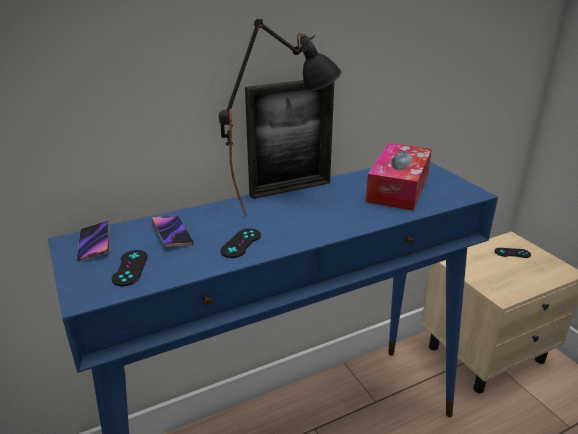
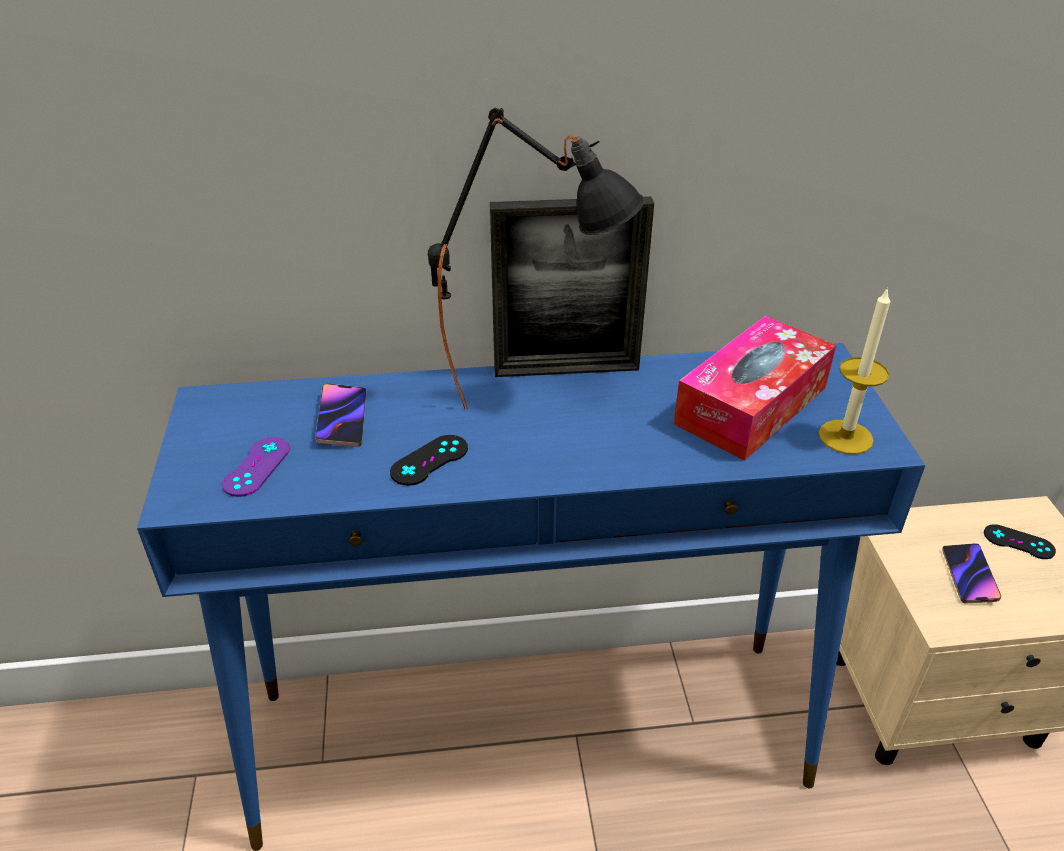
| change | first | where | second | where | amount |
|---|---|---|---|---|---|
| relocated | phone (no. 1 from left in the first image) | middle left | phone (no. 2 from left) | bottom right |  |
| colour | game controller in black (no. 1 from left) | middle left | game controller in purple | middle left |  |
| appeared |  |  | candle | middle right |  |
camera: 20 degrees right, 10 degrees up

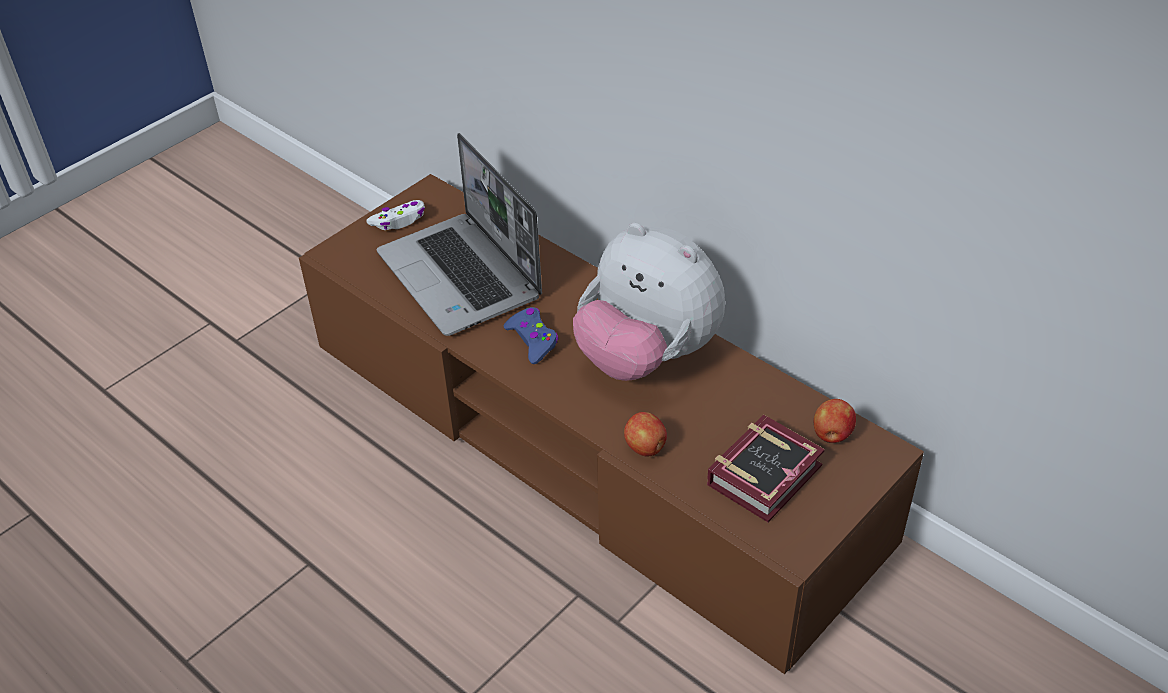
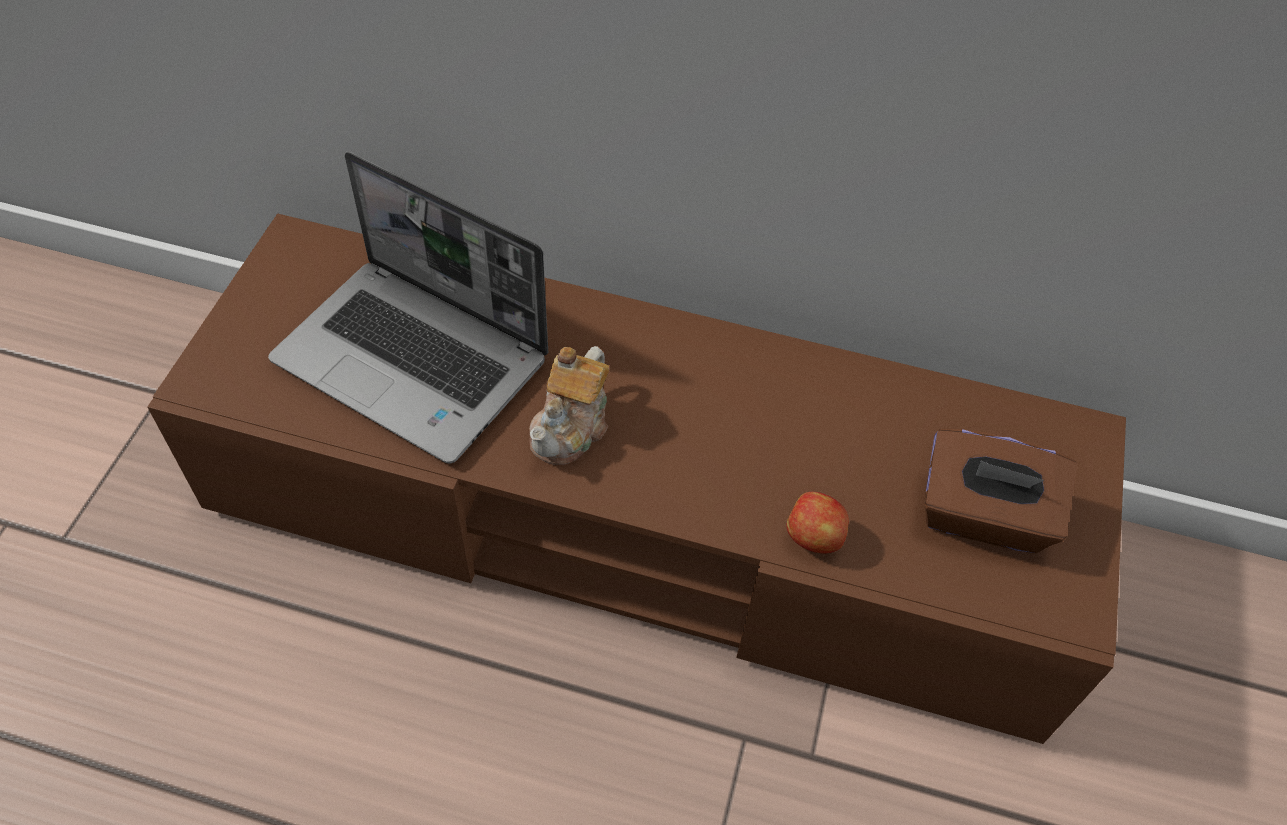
| change | first | where | second | where | amount |
|---|---|---|---|---|---|
| missing | game controller in white | top centre |  |  |  |
| exchanged | game controller in blue | centre | teapot | centre |  |
| missing | plush toy | centre |  |  |  |
| exchanged | book | bottom centre | tissue box in brown | middle right |  |
| missing | apple (no. 2 from left) | middle right |  |  |  |
camera: 30 degrees left, 10 degrees up

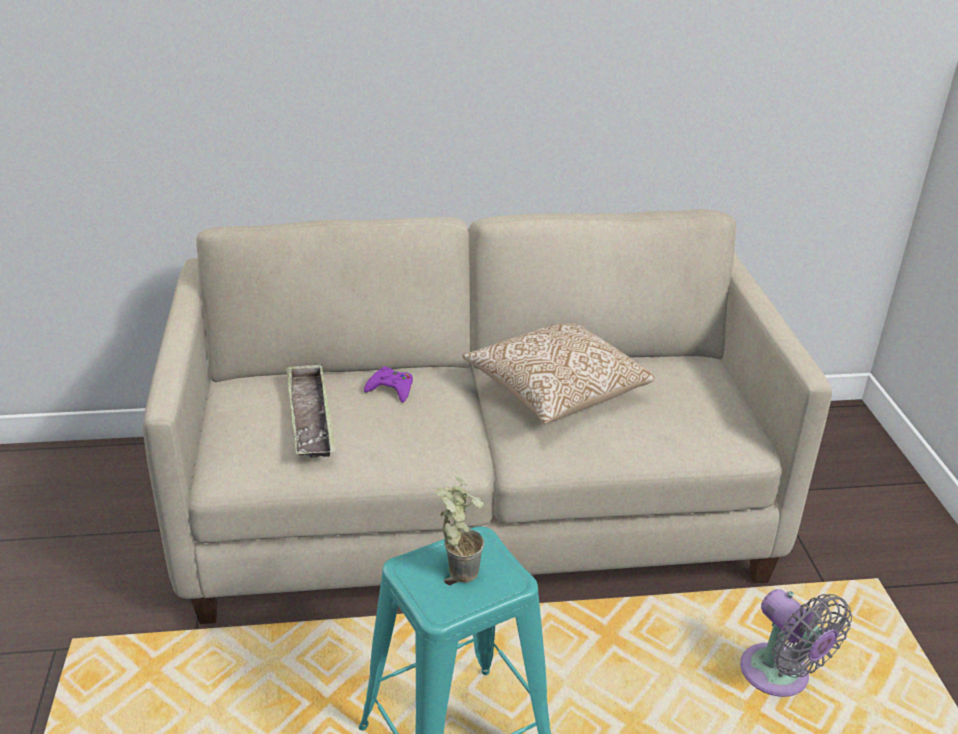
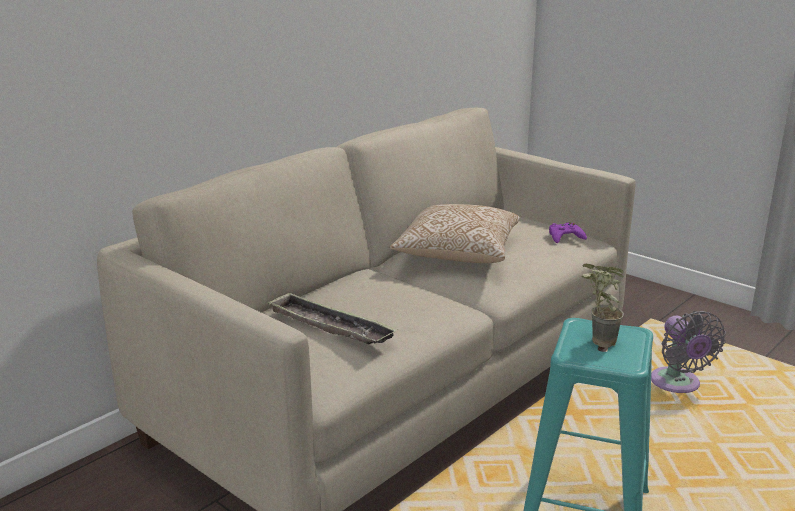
| change | first | where | second | where | amount |
|---|---|---|---|---|---|
| relocated | game controller in purple | centre |  | middle right |  |
| spun | fan in grey | bottom right |  | bottom right | 60 degrees clockwise |
camera: 40 degrees left, 10 degrees down

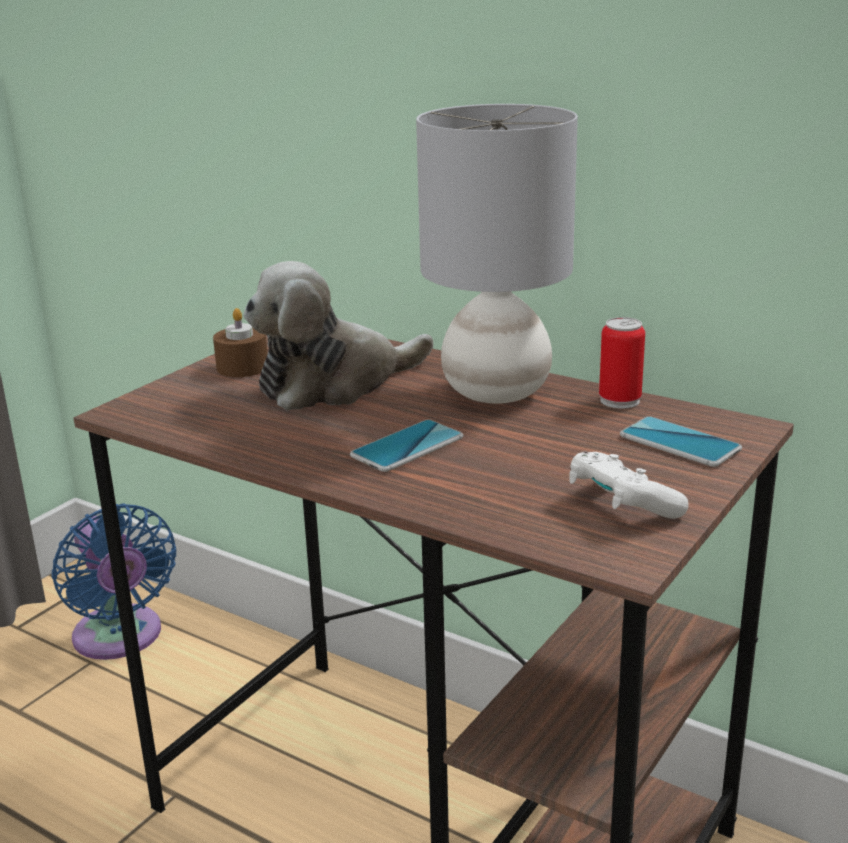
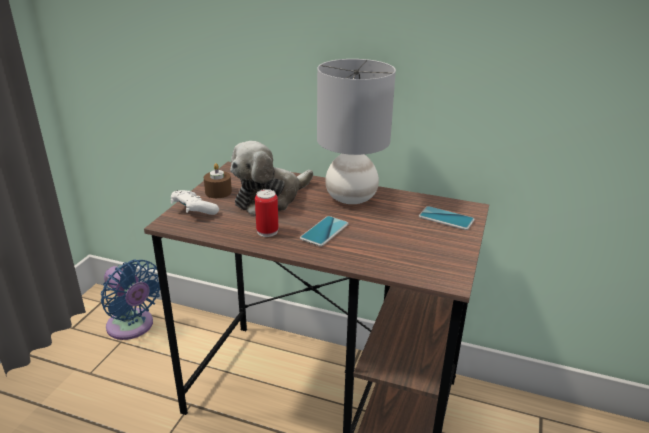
| change | first | where | second | where | amount |
|---|---|---|---|---|---|
| relocated | game controller in white | middle right |  | middle left |  |
| relocated | can | middle right |  | centre |  |
camera: 15 degrees left, 5 degrees up

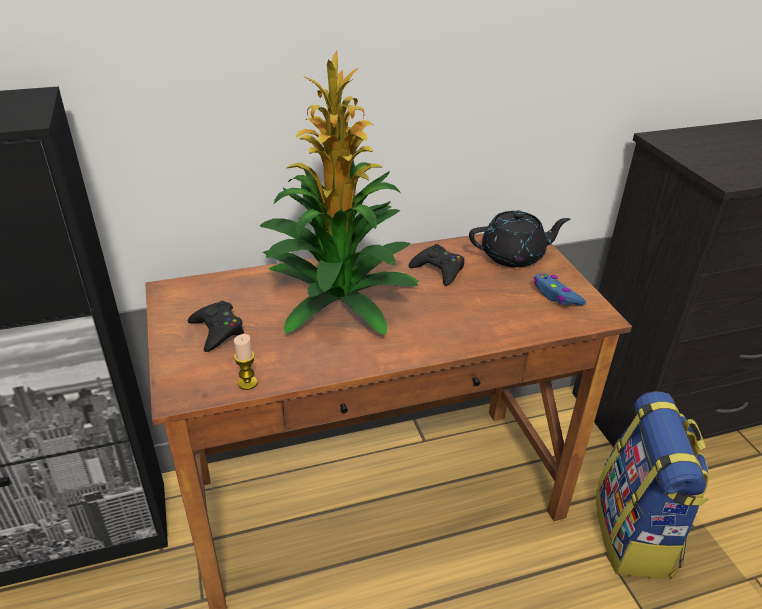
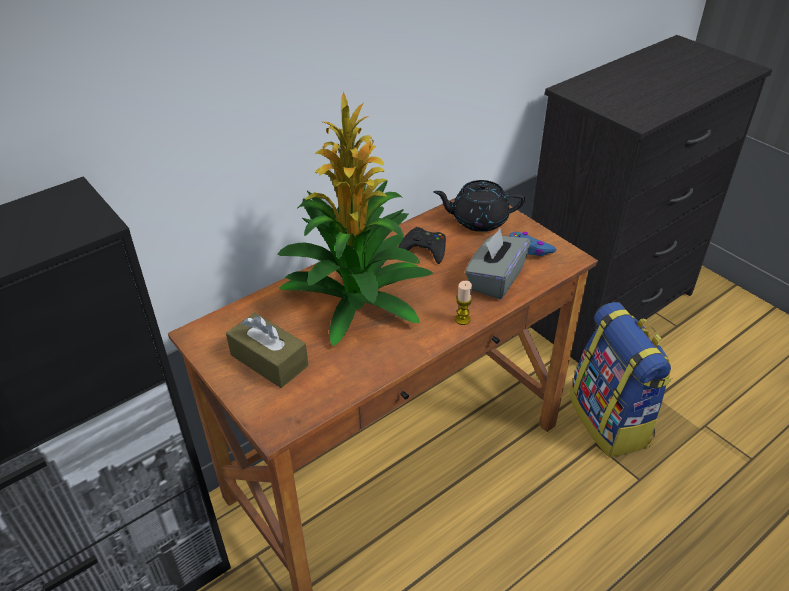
| change | first | where | second | where | amount |
|---|---|---|---|---|---|
| exchanged | game controller in black (no. 1 from left) | middle left | tissue box in brown | centre |  |
| relocated | candle | middle left |  | centre |  |
| spun | teapot in black | middle right |  | centre | 150 degrees counterclockwise |
| appeared |  |  | tissue box in grey | centre |  |
camera: 20 degrees left, 5 degrees up

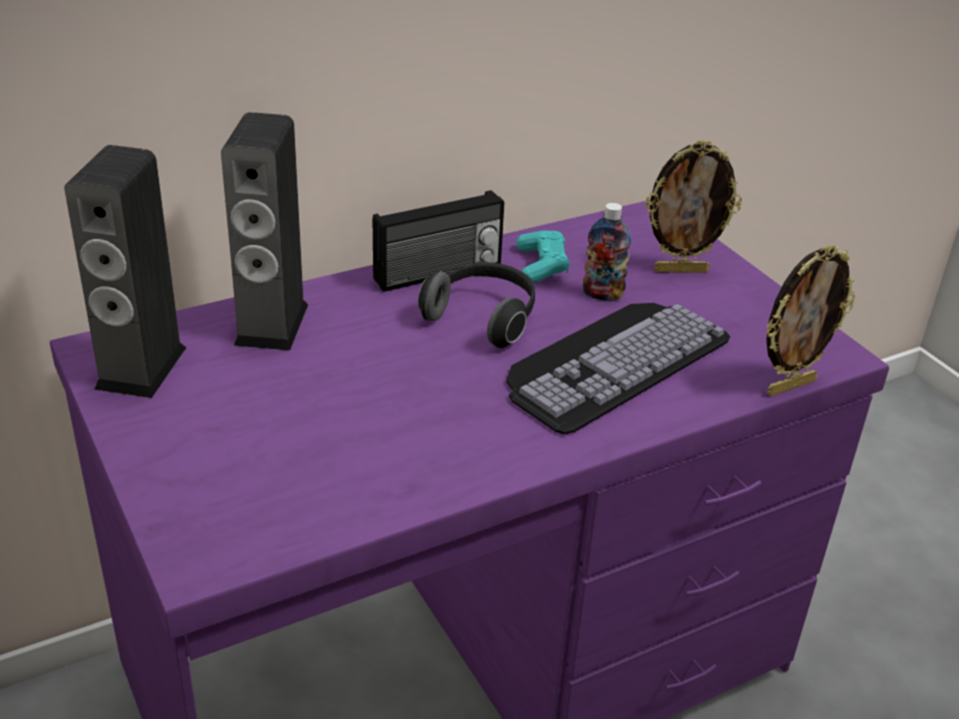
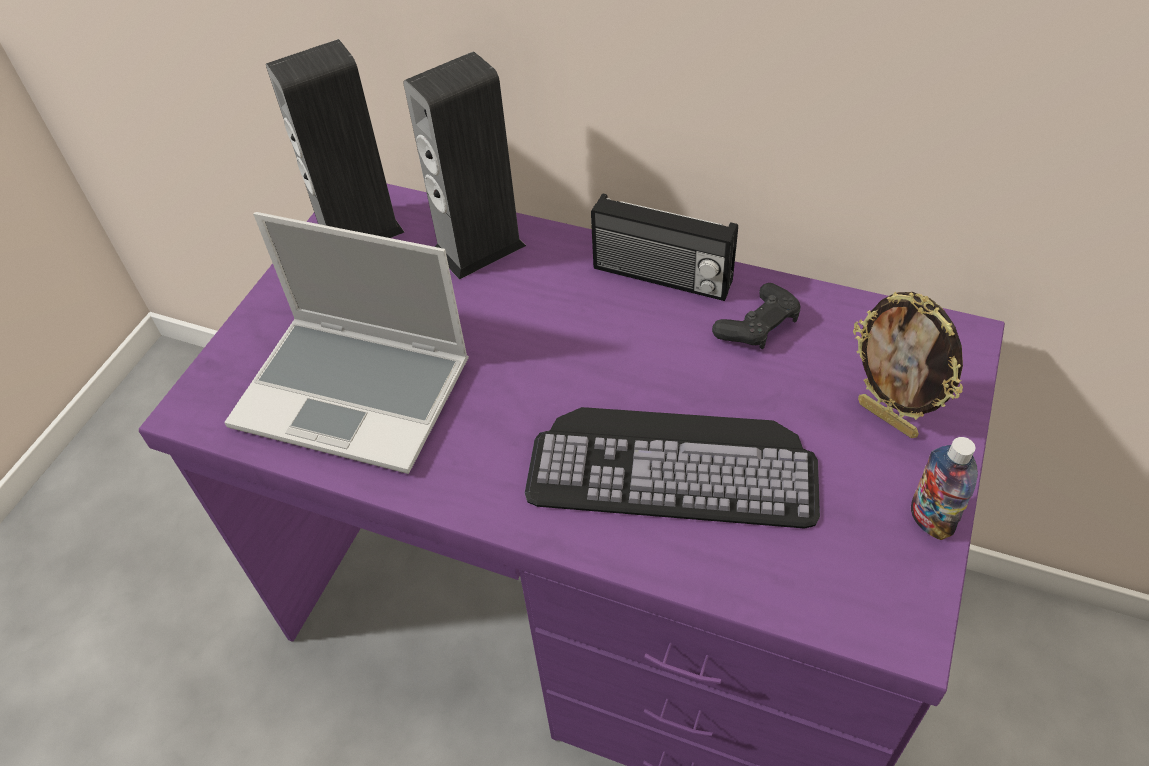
| change | first | where | second | where | amount |
|---|---|---|---|---|---|
| missing | headphones | centre |  |  |  |
| colour | game controller in turquoise | centre | game controller in black | centre |  |
| relocated | bottle | centre |  | middle right |  |
| missing | picture frame (no. 2 from left) | middle right |  |  |  |
| appeared |  |  | laptop | middle left |  |
camera: 55 degrees right, 15 degrees up

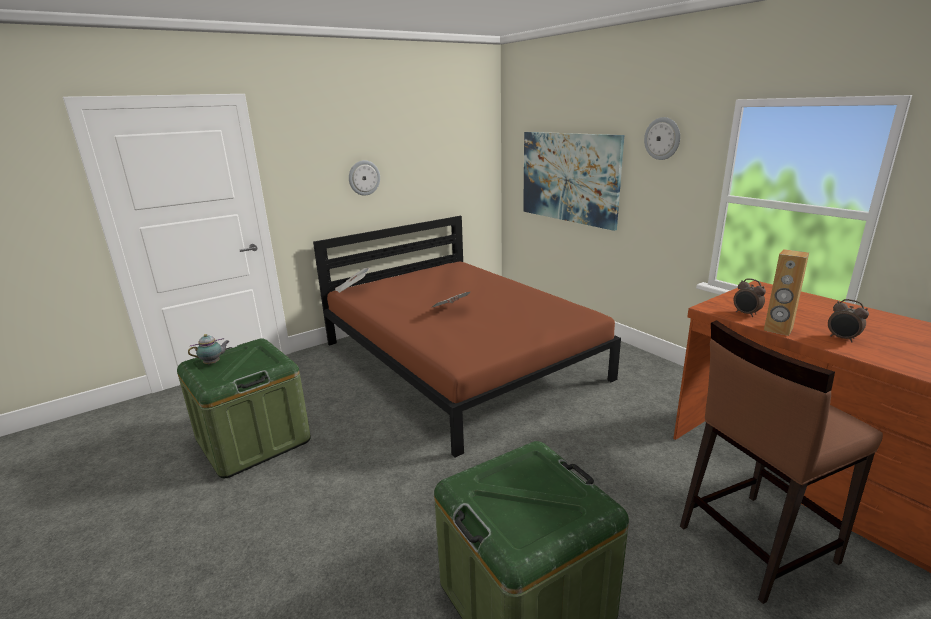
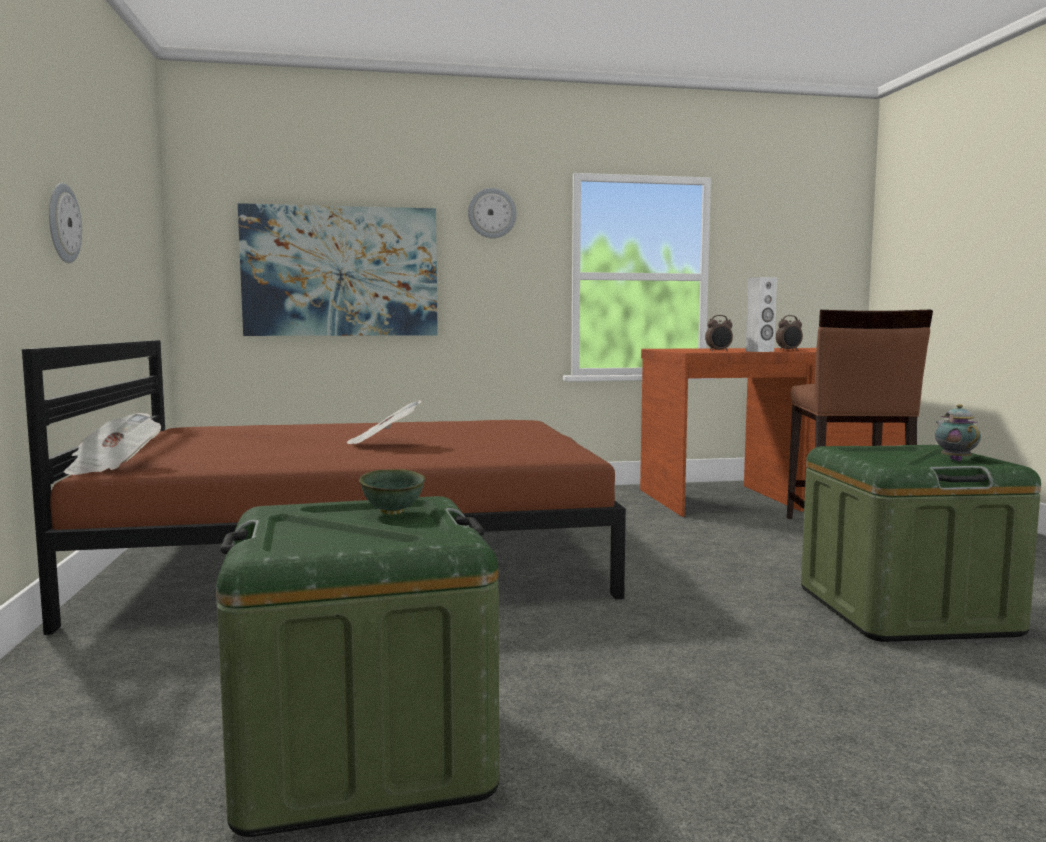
| change | first | where | second | where | amount |
|---|---|---|---|---|---|
| relocated | teapot | middle left |  | middle right |  |
| colour | speaker in brown | middle right | speaker in white | middle right |  |
| appeared |  |  | bowl in green | centre |  |
camera: 65 degrees left, 15 degrees down

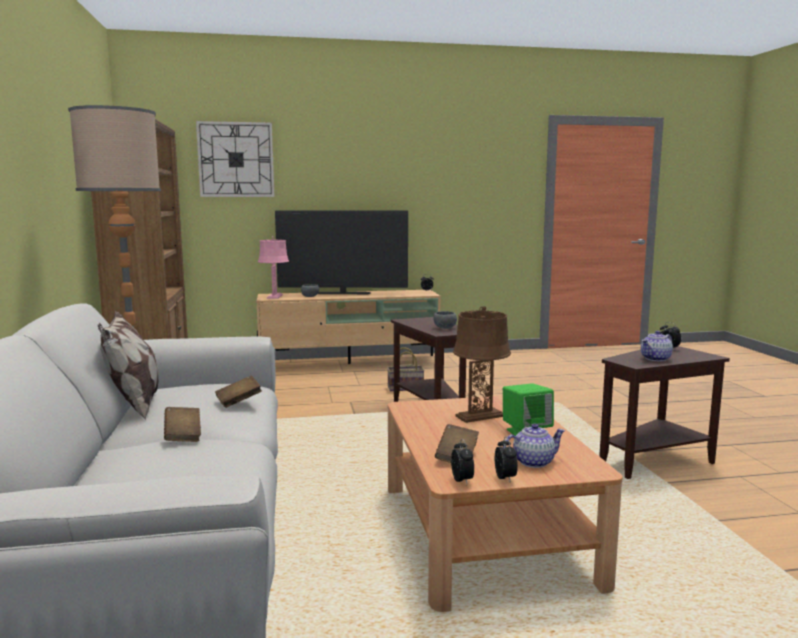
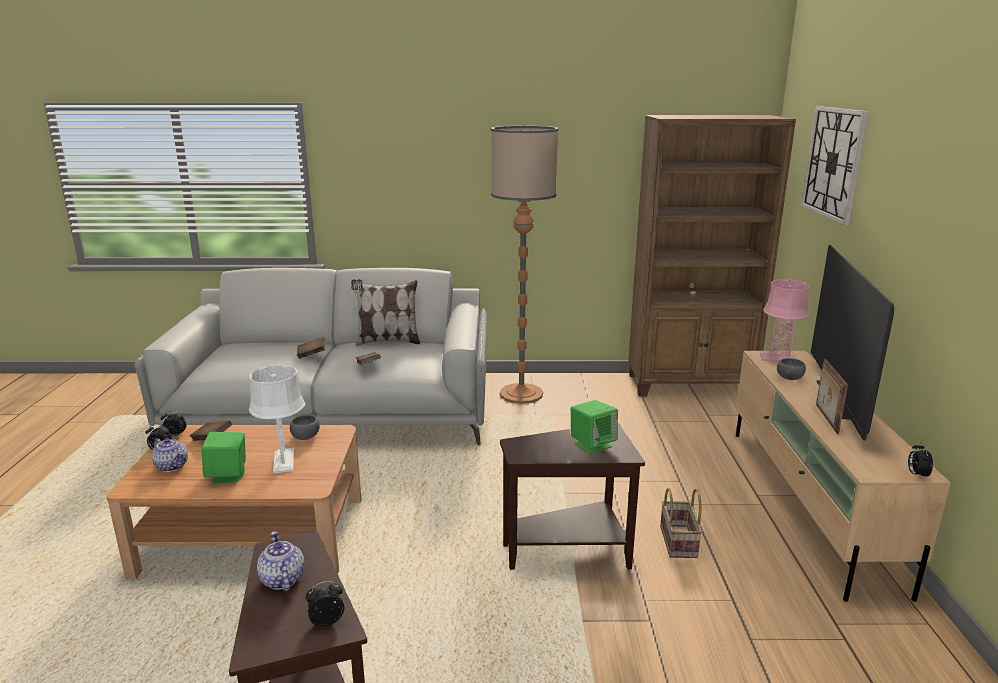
| change | first | where | second | where | amount |
|---|---|---|---|---|---|
| relocated | bowl in grey (no. 2 from left in the first image) | centre | bowl in grey (no. 1 from left) | middle left |  |
| colour | table lamp in brown | centre | table lamp in white | middle left |  |
| spun | teapot (no. 1 from left) | bottom right |  | middle left | 45 degrees counterclockwise |
| appeared |  |  | speaker in green (no. 2 from left) | centre |  |
| appeared |  |  | picture frame | middle right |  |
camera: 100 degrees right, 10 degrees up

